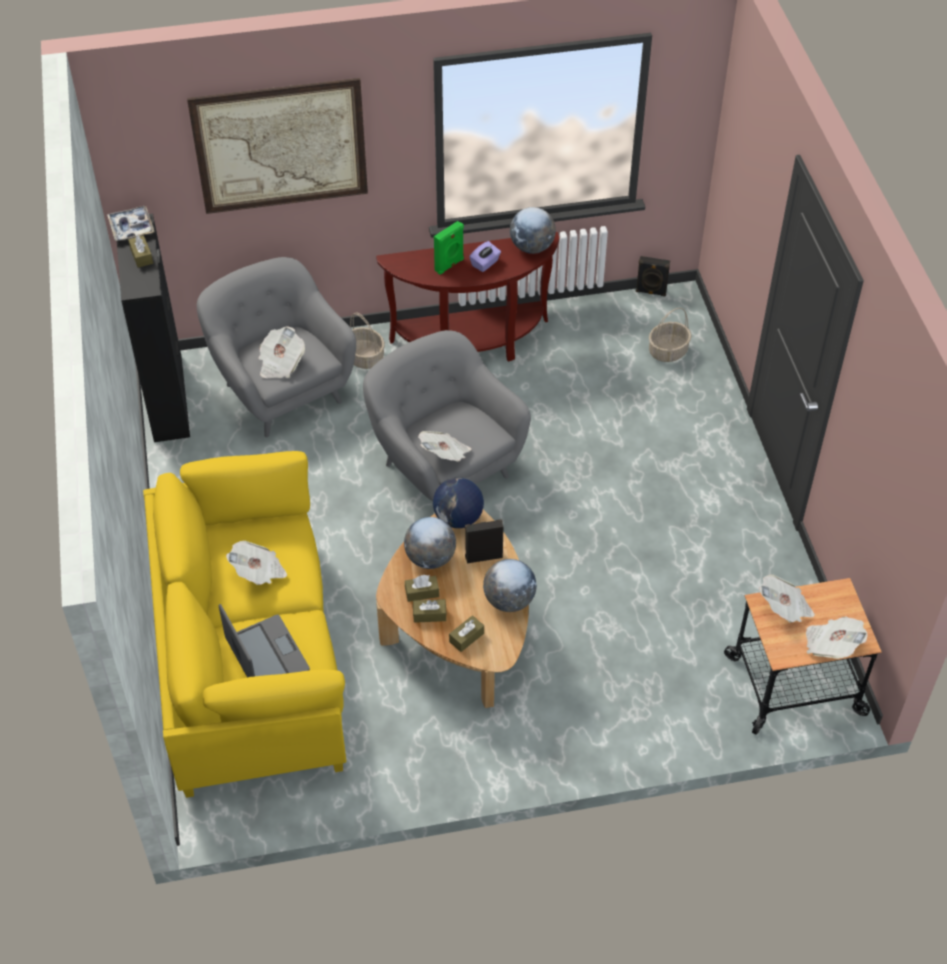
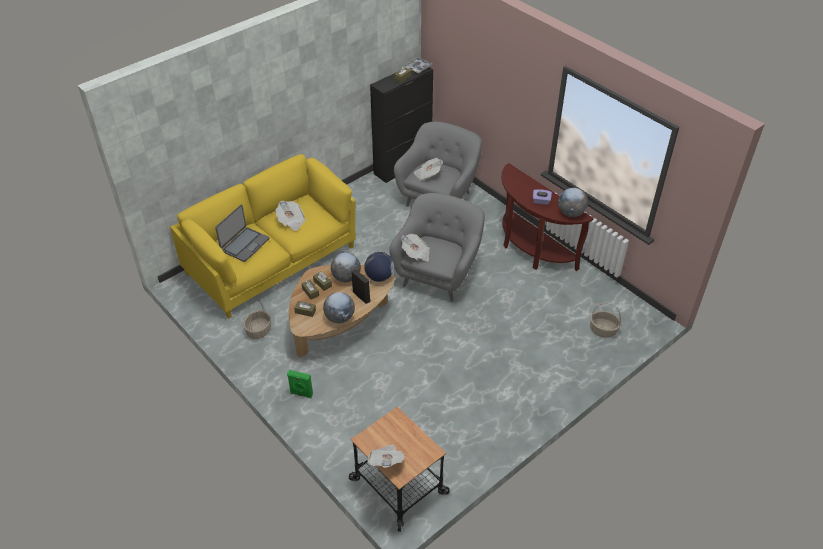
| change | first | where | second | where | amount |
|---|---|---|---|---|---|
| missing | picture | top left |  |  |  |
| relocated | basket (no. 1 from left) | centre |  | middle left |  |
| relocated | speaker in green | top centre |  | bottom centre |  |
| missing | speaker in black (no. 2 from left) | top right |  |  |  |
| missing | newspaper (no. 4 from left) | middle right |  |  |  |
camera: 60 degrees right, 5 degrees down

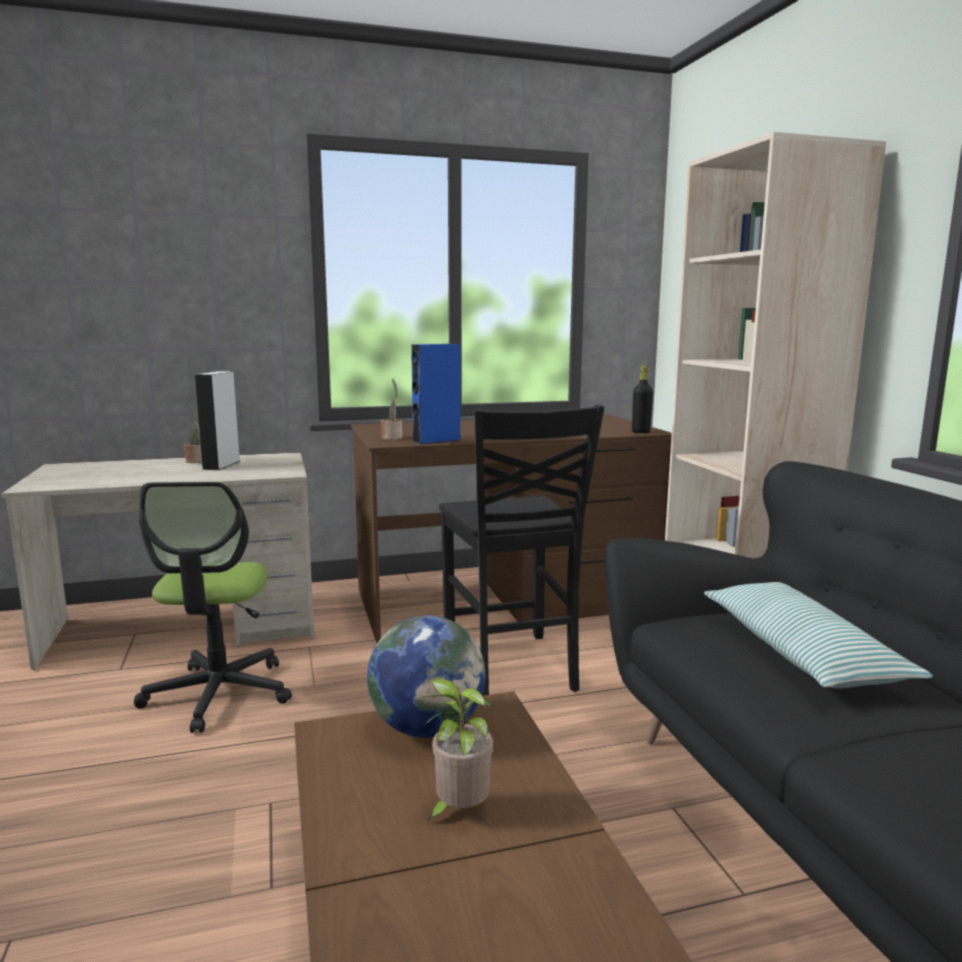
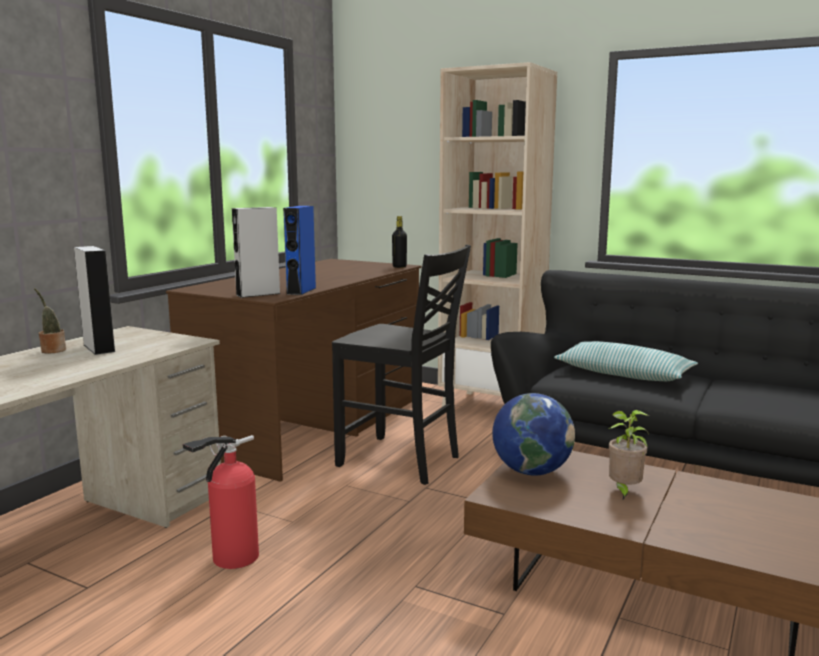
| change | first | where | second | where | amount |
|---|---|---|---|---|---|
| exchanged | office chair | middle left | fire extinguisher | bottom left |  |
| exchanged | potted plant (no. 2 from left) | centre | speaker in grey (no. 2 from left) | middle left |  |
camera: 45 degrees left, 0 degrees up

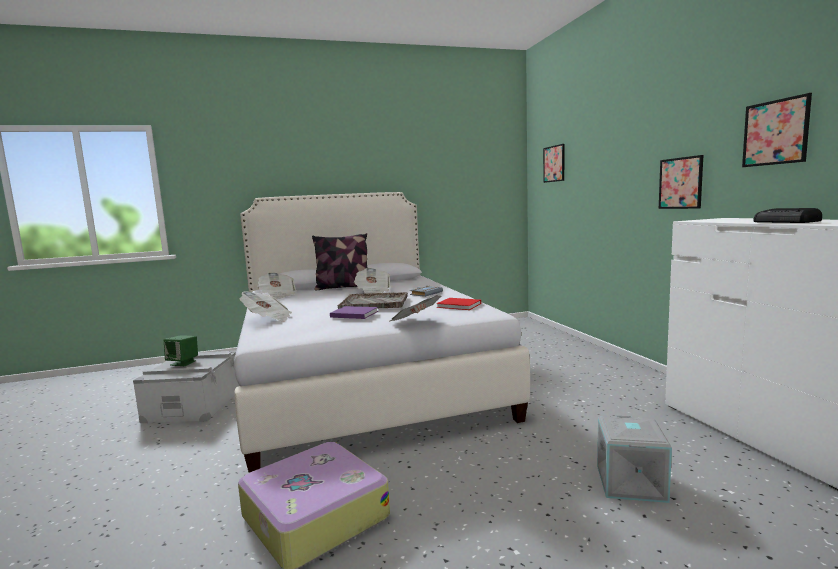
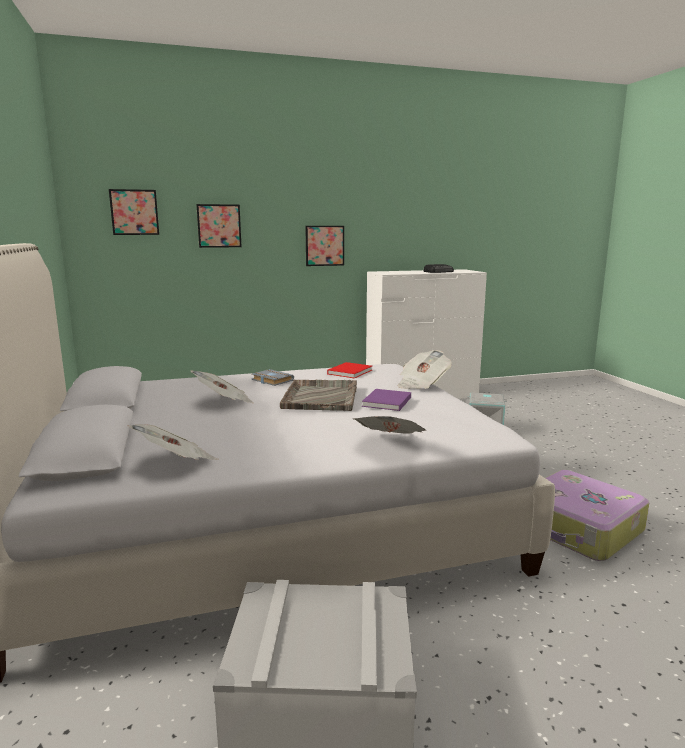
| change | first | where | second | where | amount |
|---|---|---|---|---|---|
| missing | speaker in green | middle left |  |  |  |
| missing | pillow | centre |  |  |  |
| relocated | picture (no. 3 from left in the first image) | top right | picture (no. 2 from left) | top left |  |
camera: 90 degrees left, 5 degrees up

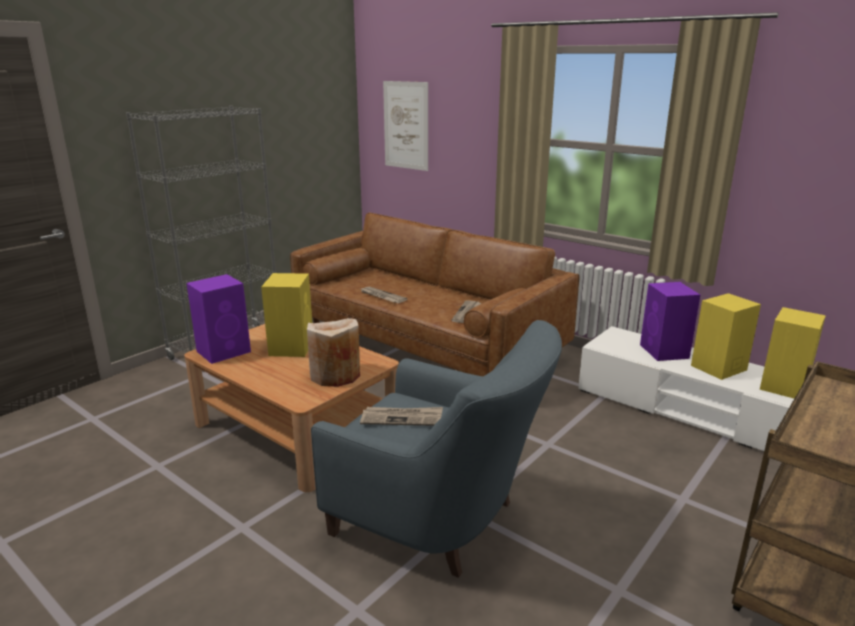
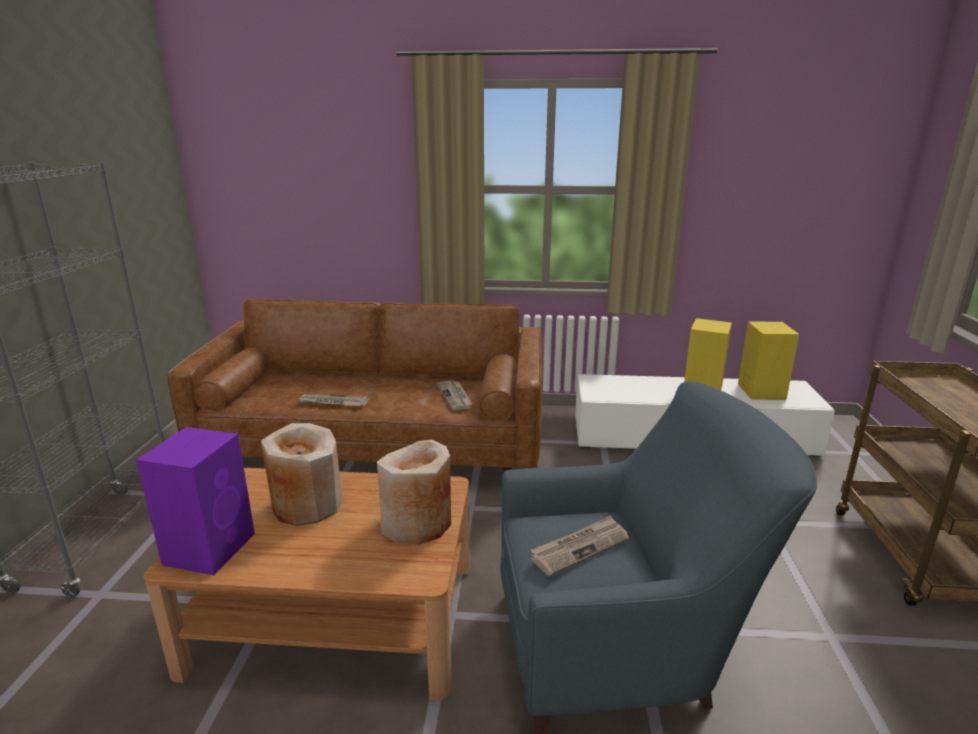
| change | first | where | second | where | amount |
|---|---|---|---|---|---|
| exchanged | speaker in yellow (no. 1 from left) | centre | vase in beige (no. 1 from left) | middle left |  |
| missing | picture | top centre |  |  |  |
| missing | speaker in purple (no. 2 from left) | middle right |  |  |  |
camera: 35 degrees left, 0 degrees up

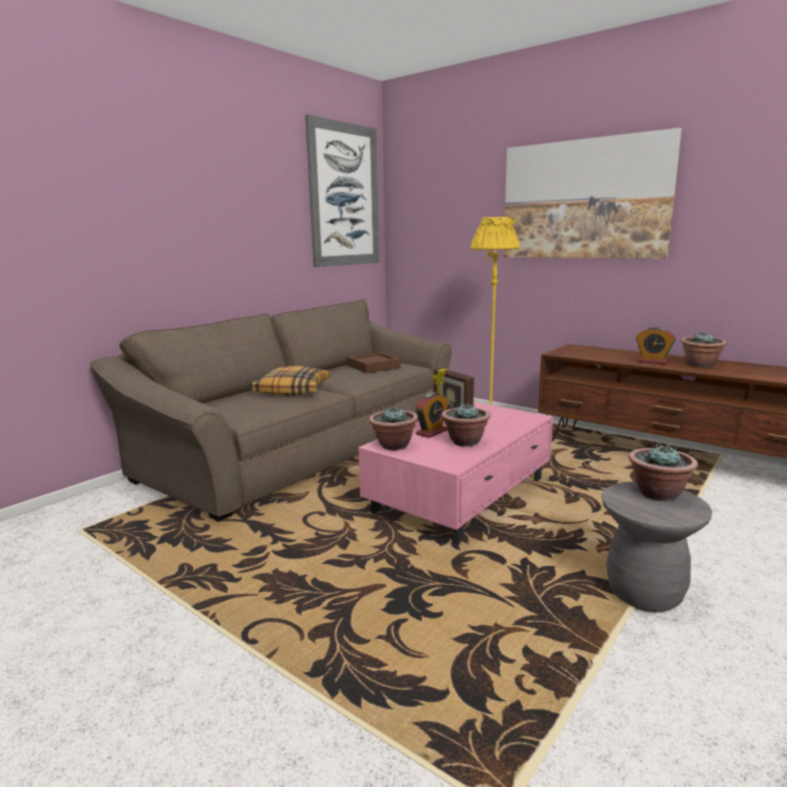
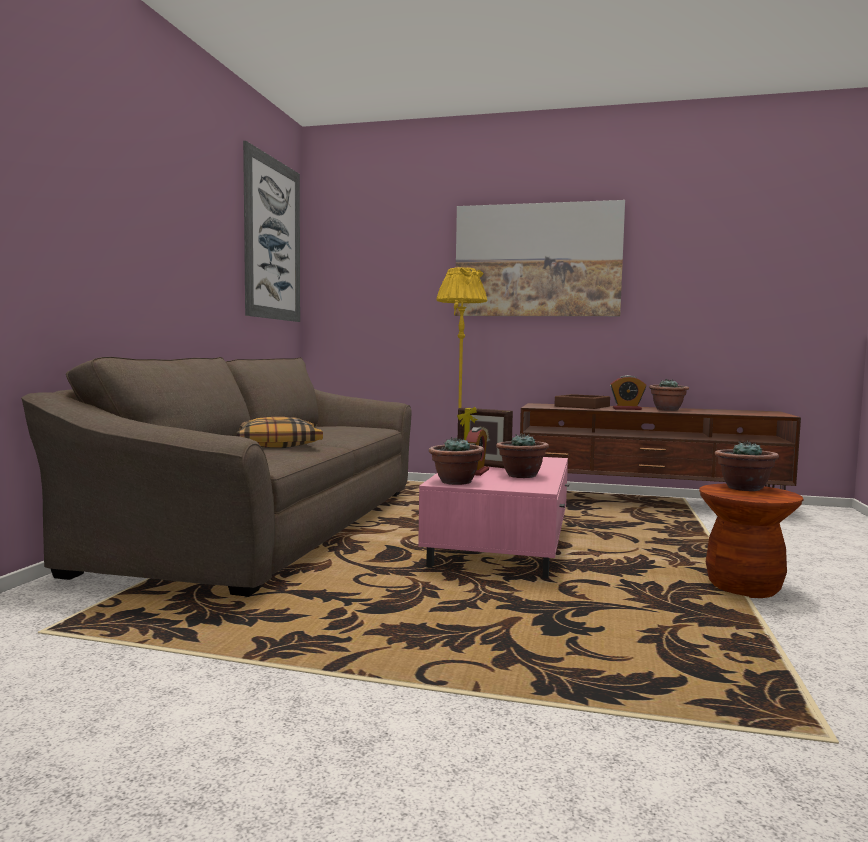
| change | first | where | second | where | amount |
|---|---|---|---|---|---|
| relocated | tray in brown | centre |  | middle right |  |
| colour | stool in grey | bottom right | stool in brown | middle right |  |
camera: 25 degrees left, 10 degrees down

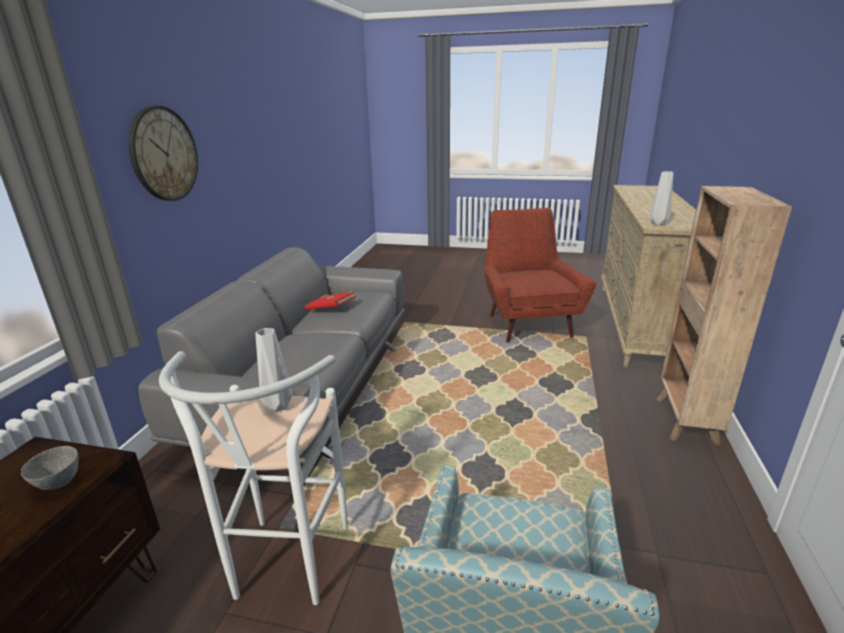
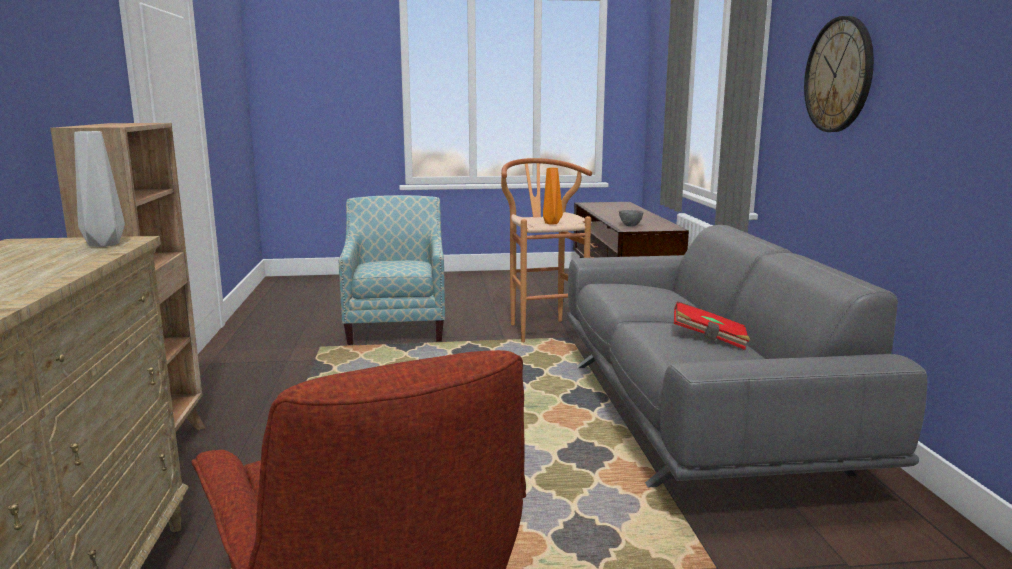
| change | first | where | second | where | amount |
|---|---|---|---|---|---|
| colour | stool in white | bottom left | stool in brown | centre |  |
| colour | vase in grey (no. 1 from left) | middle left | vase in orange | centre |  |
camera: 160 degrees right, 10 degrees down

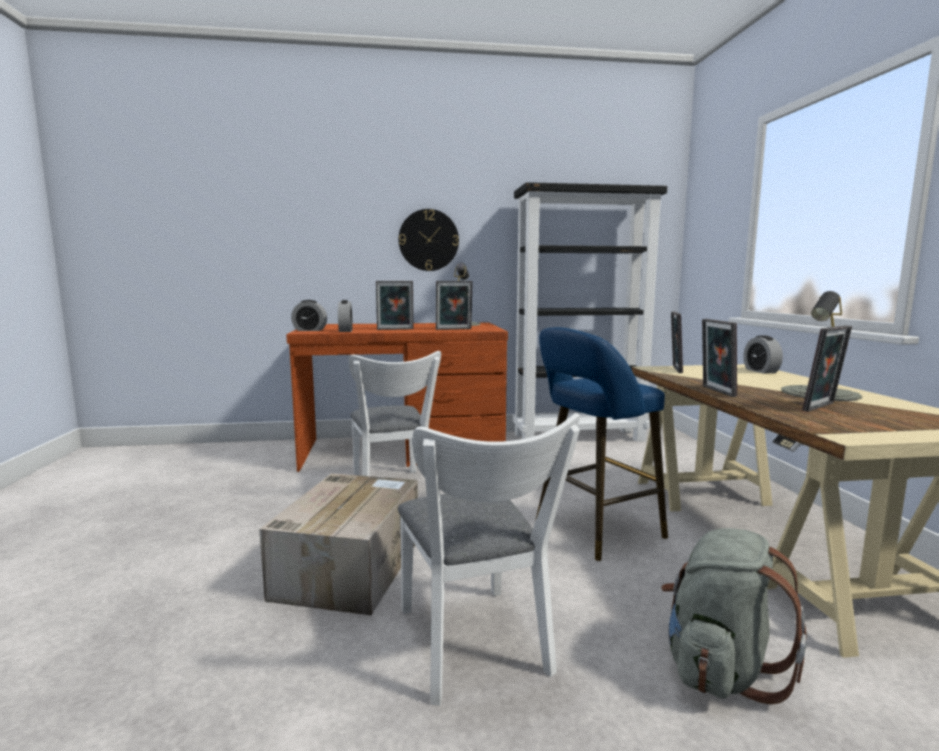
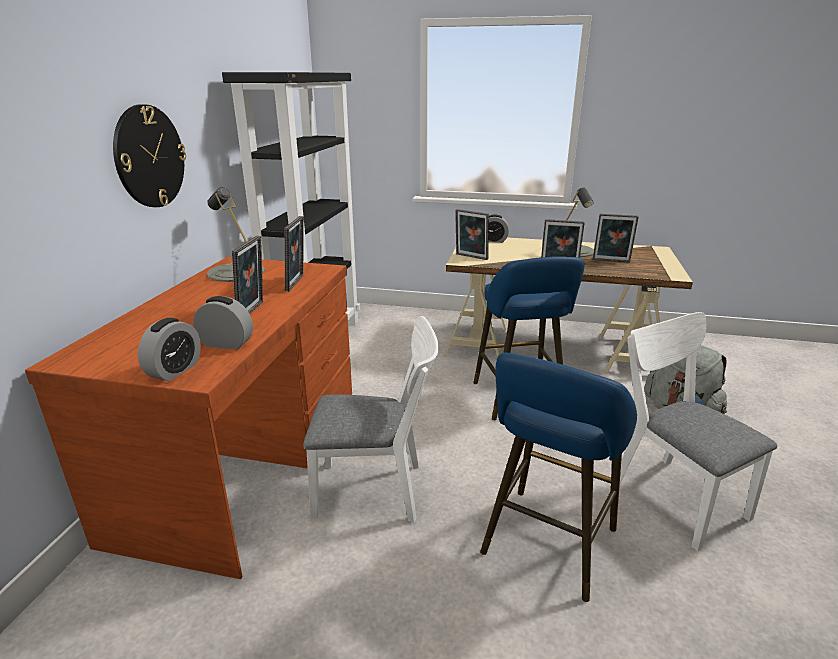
| change | first | where | second | where | amount |
|---|---|---|---|---|---|
| exchanged | cardboard box | bottom centre | stool in blue (no. 2 from left) | bottom centre |  |
| spun | chair in white (no. 2 from left) | bottom centre |  | middle right | 120 degrees counterclockwise |
| spun | picture frame (no. 5 from left) | middle right |  | middle right | 120 degrees clockwise |
camera: 70 degrees left, 15 degrees up

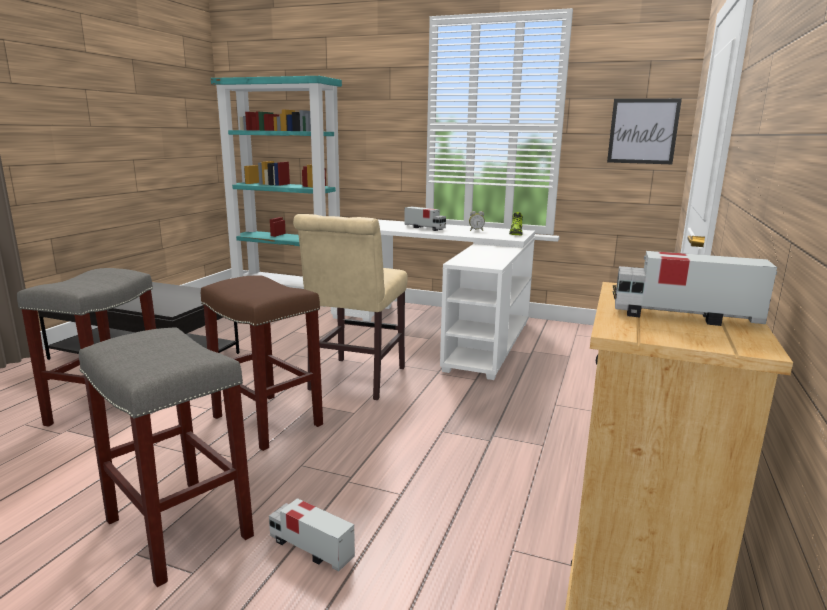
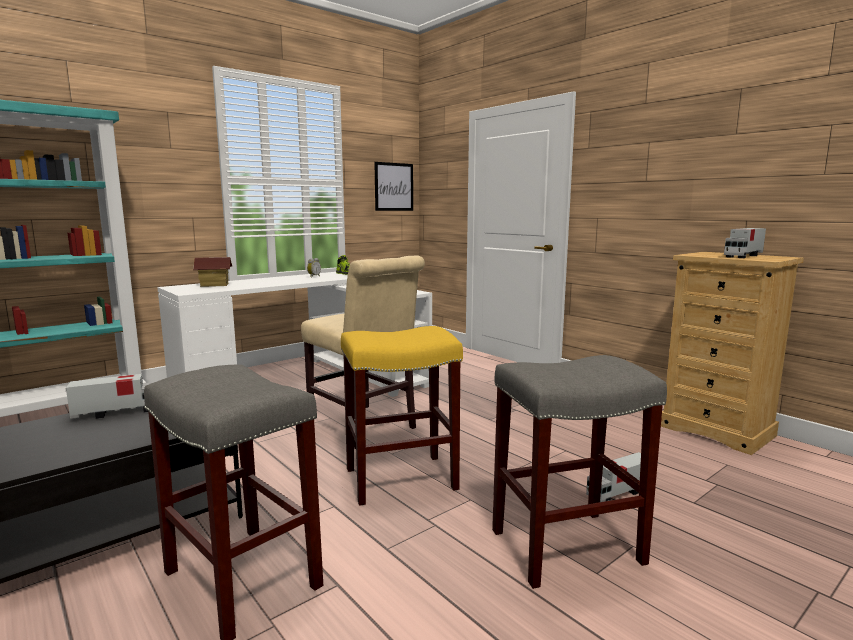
| change | first | where | second | where | amount |
|---|---|---|---|---|---|
| colour | stool in brown | middle left | stool in yellow | centre |  |
| relocated | toy truck (no. 2 from left in the first image) | centre | toy truck (no. 1 from left) | middle left |  |
| appeared |  |  | toy house | middle left |  |
camera: 60 degrees left, 5 degrees down

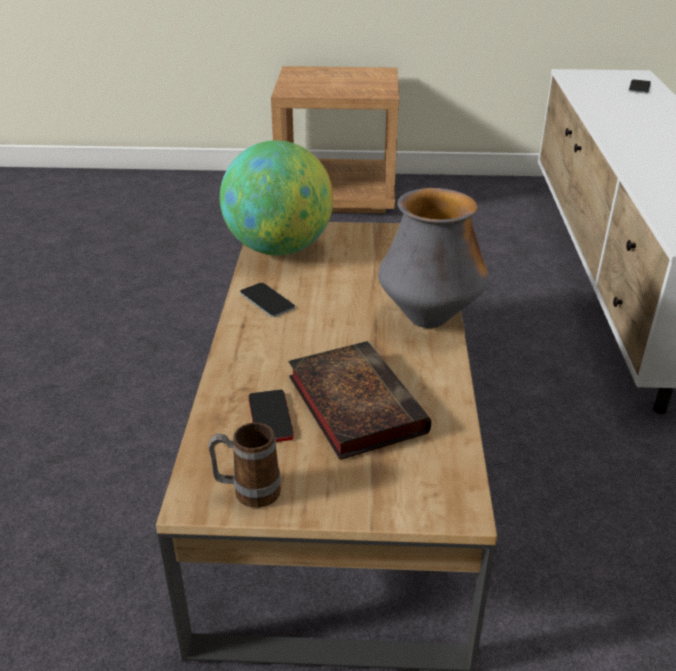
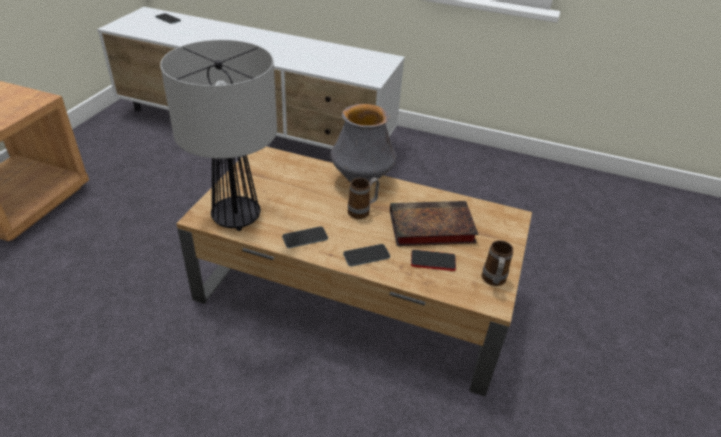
| change | first | where | second | where | amount |
|---|---|---|---|---|---|
| exchanged | globe | top centre | table lamp | top left |  |
| appeared |  |  | phone (no. 3 from left) | centre |  |
| appeared |  |  | mug (no. 1 from left) | centre |  |
camera: 75 degrees left, 5 degrees up

